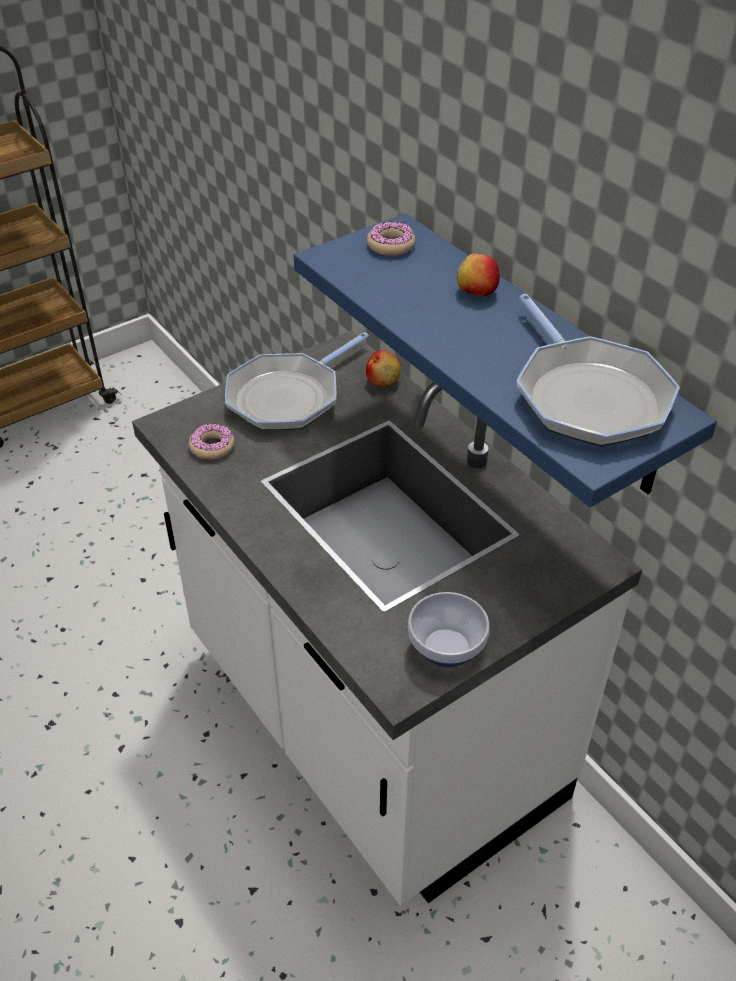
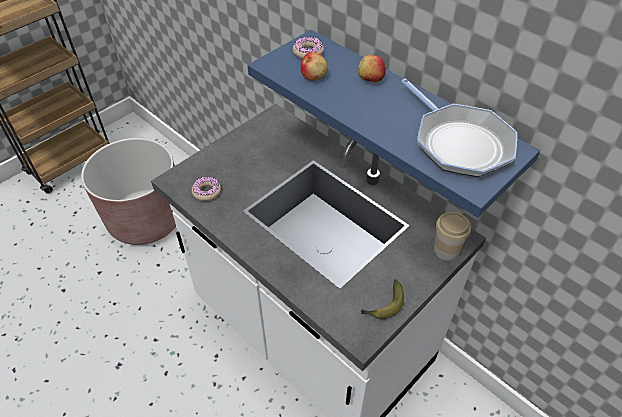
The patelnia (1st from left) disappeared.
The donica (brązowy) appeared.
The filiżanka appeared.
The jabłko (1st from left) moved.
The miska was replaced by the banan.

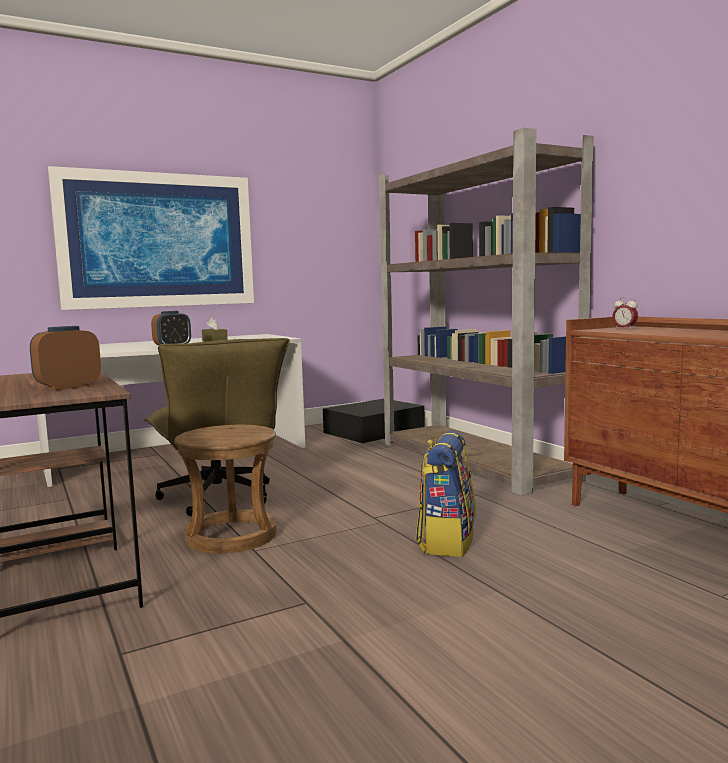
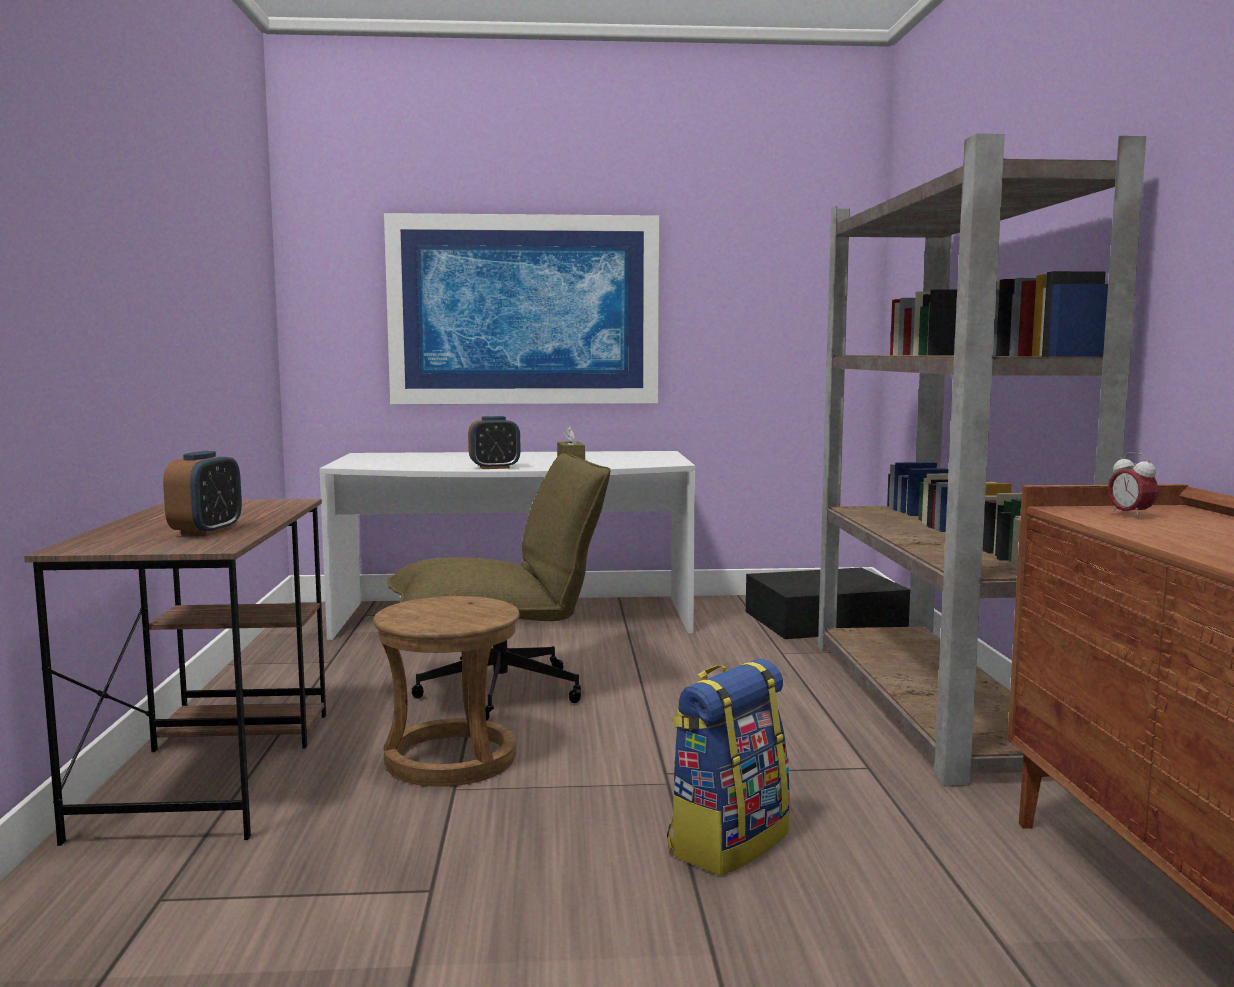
The budzik (1st from left) turned 120 degrees clockwise.
The krzesło biurowe (beżowy) turned 105 degrees counterclockwise.

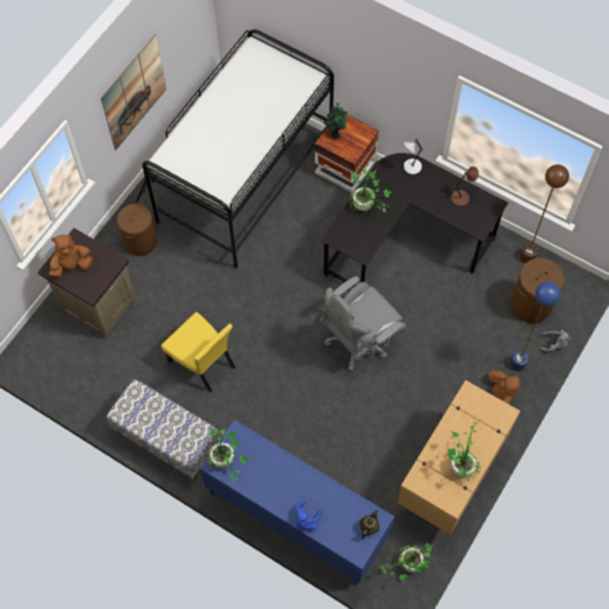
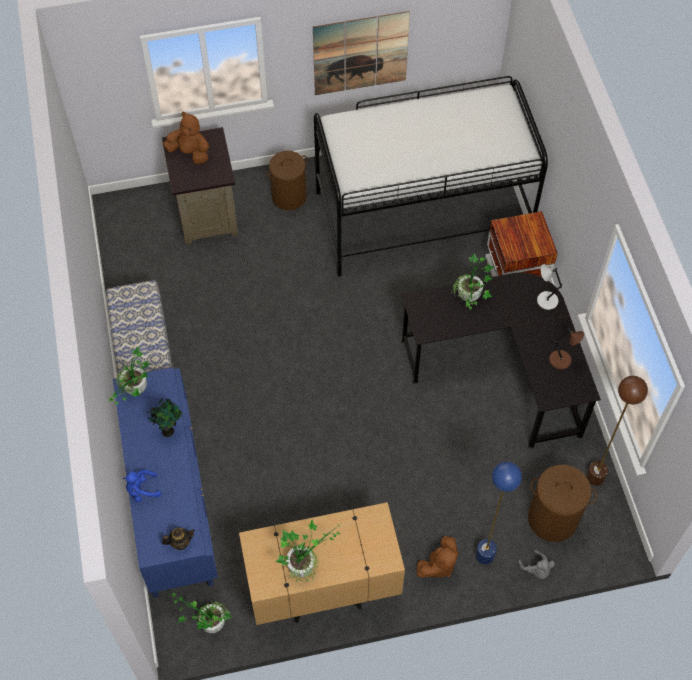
The krzesło (żółty) disappeared.
The krzesło biurowe (szary) disappeared.
The roślina doniczkowa (2nd from left) moved.

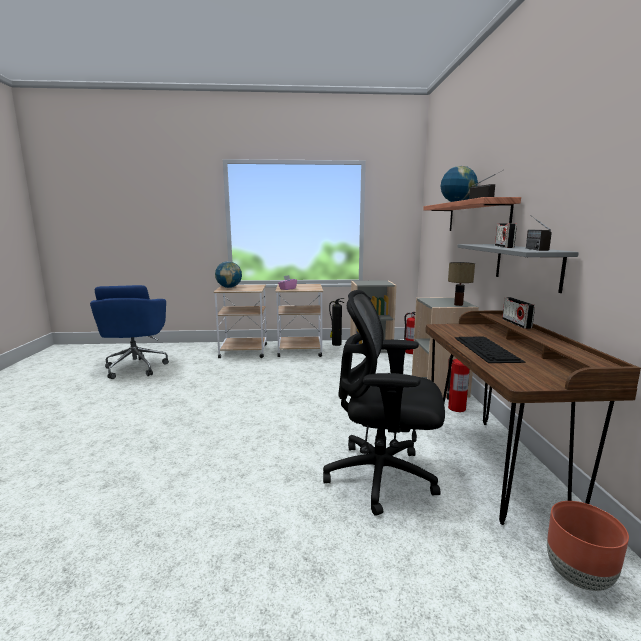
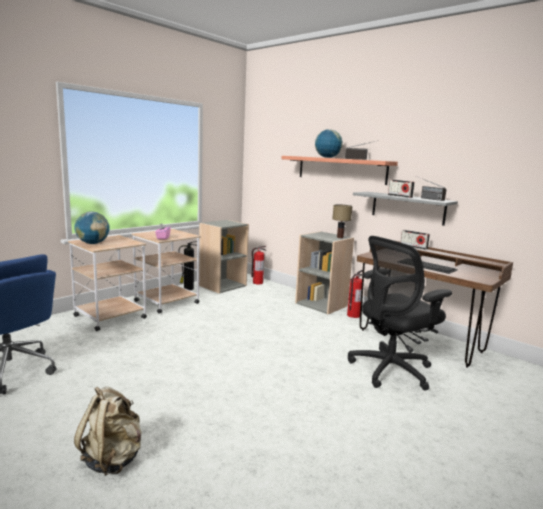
The donica (brązowy) disappeared.
The plecak (beżowy) appeared.

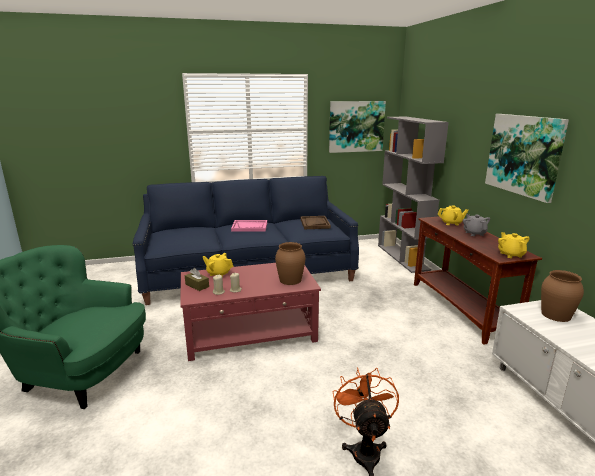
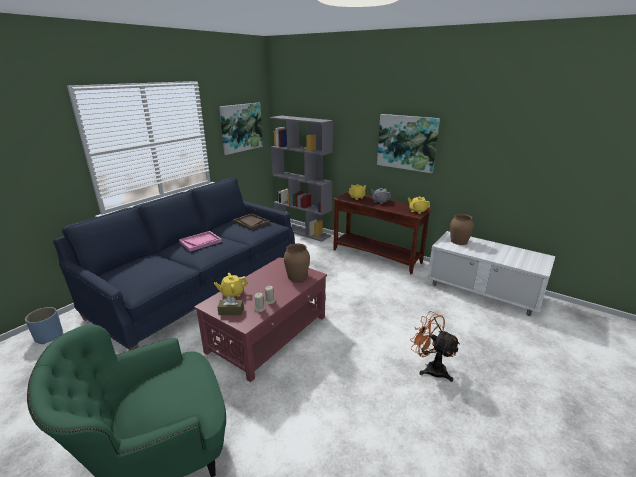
The donica (niebieski) appeared.

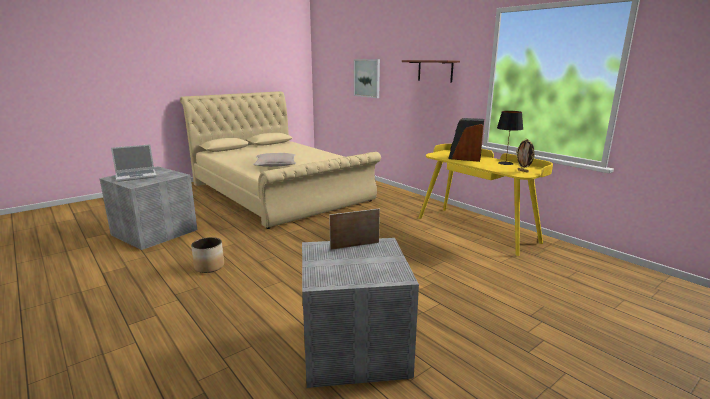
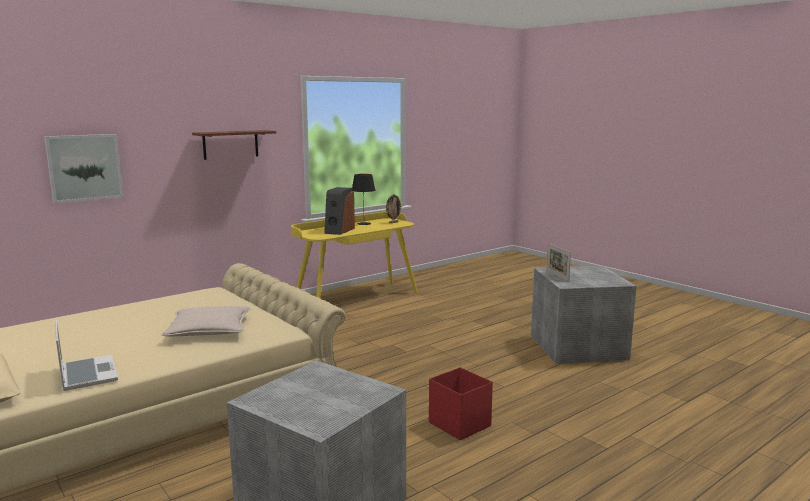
The laptop moved.
The donica was replaced by the pojemnik do przechowywania (czerwony).

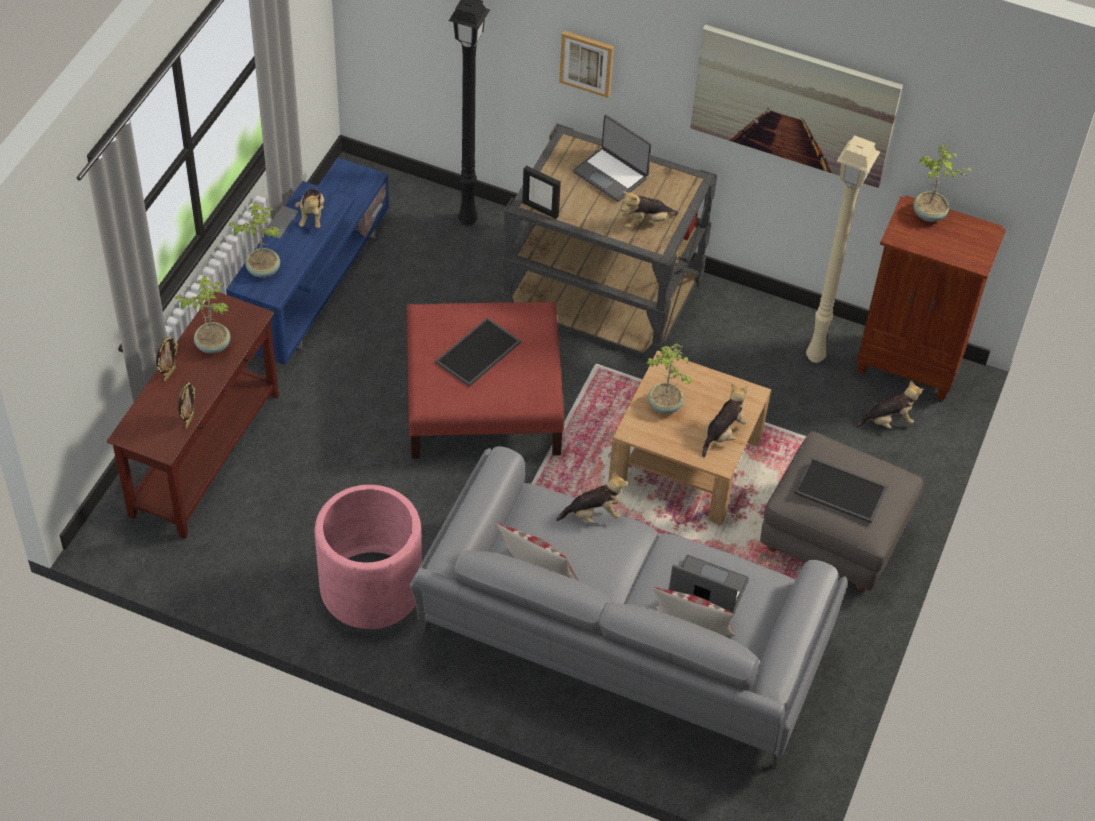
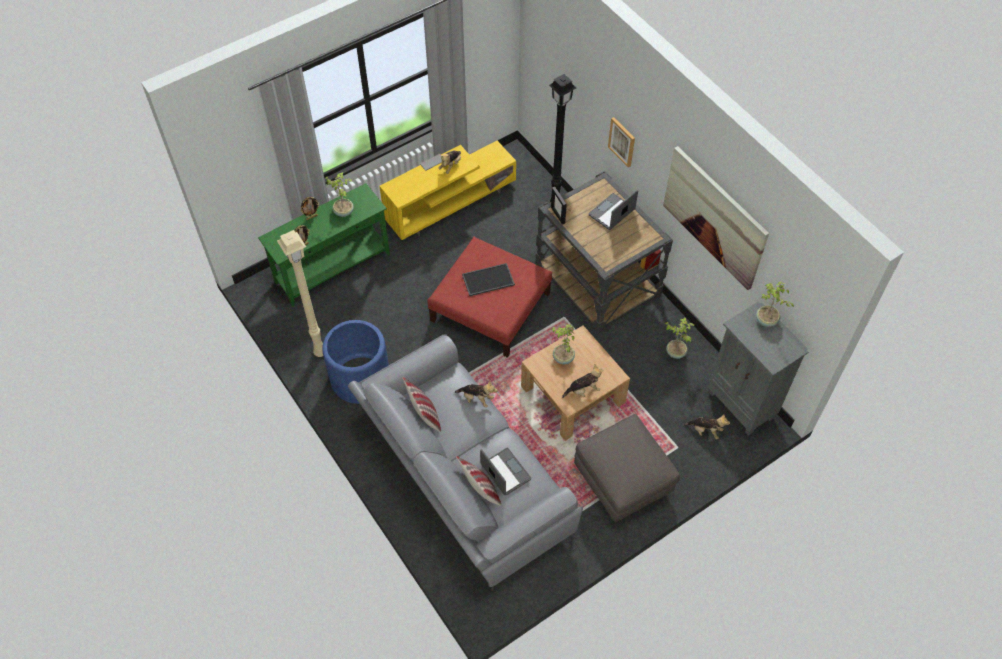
The pluszak (3rd from left) disappeared.
The taca (2nd from left) disappeared.
The roślina doniczkowa (2nd from left in the first image) moved.
The lampa stojąca (beżowy) moved.
The stolik konsolowy (brązowy) became the stolik konsolowy (zielony).
The szafka pod telewizor (niebieski) became the szafka pod telewizor (żółty).
The donica (różowy) became the donica (niebieski).
The szafka (brązowy) became the szafka (szary).
The laptop (1st from left in the first image) turned 60 degrees clockwise.

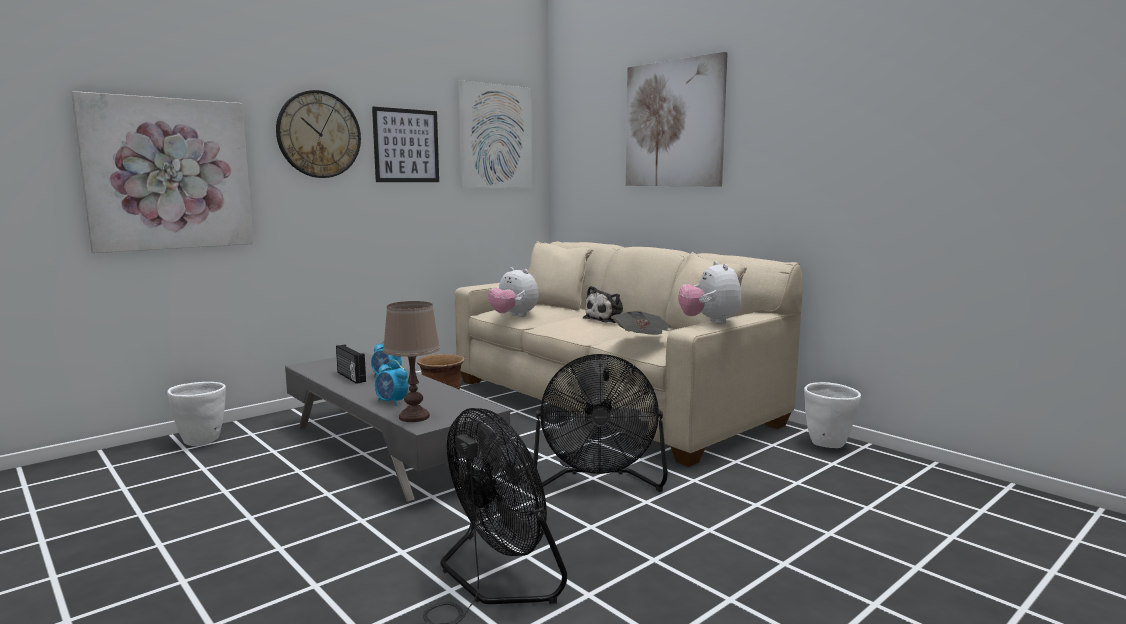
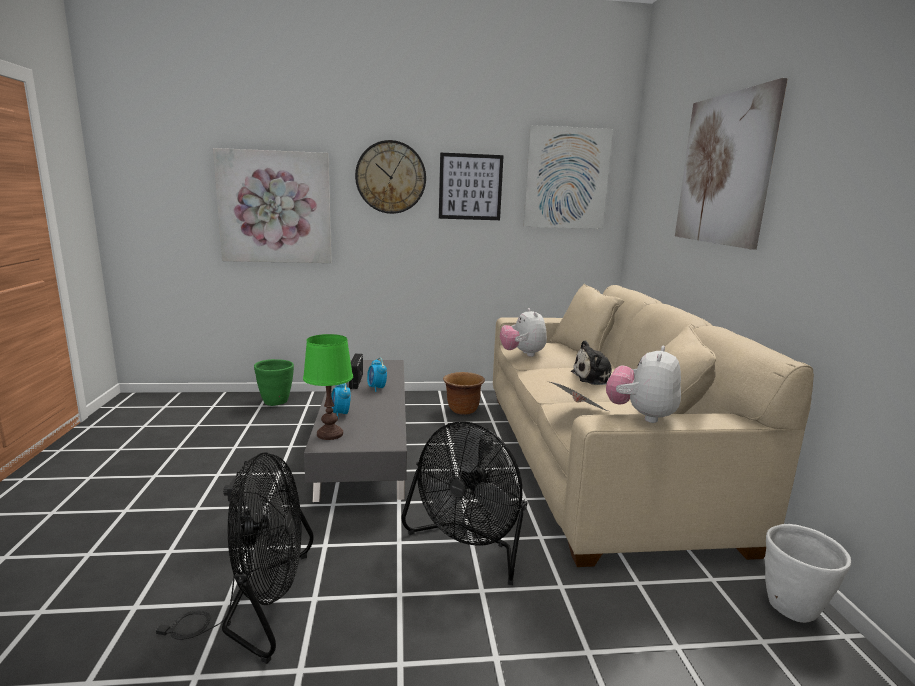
The donica (biały) (1st from left) became the donica (zielony).
The lampa stołowa (brązowy) became the lampa stołowa (zielony).

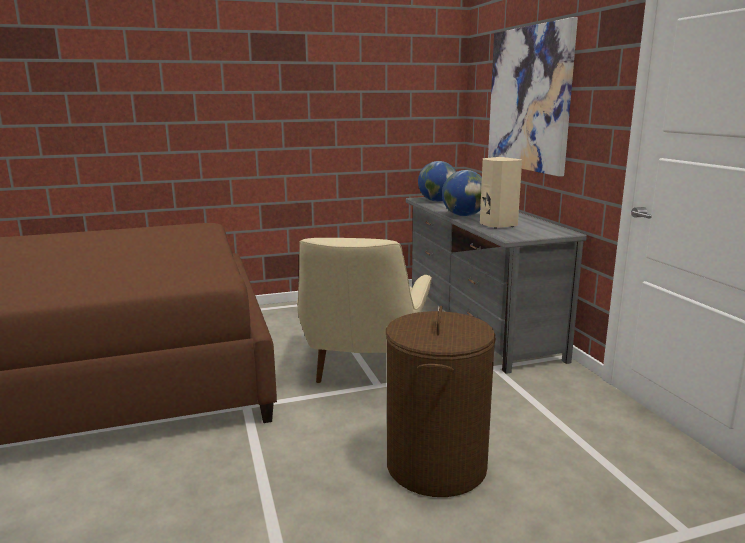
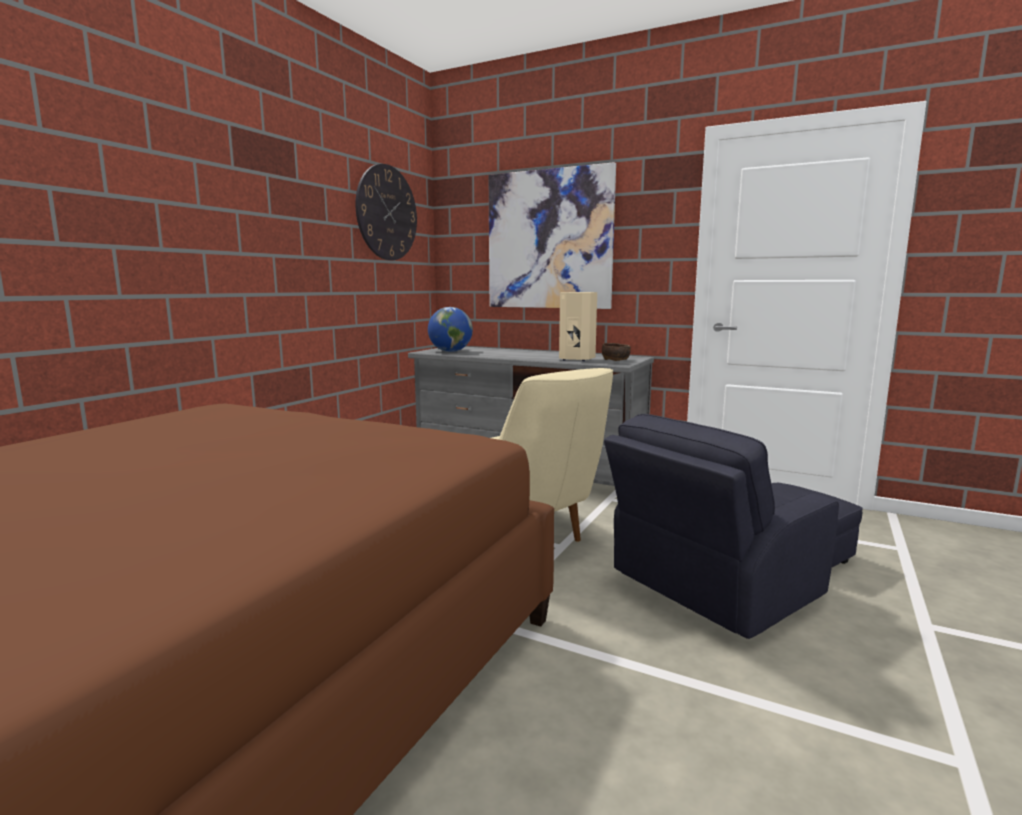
The globus (2nd from left) disappeared.
The zegar ścienny appeared.
The miska (brązowy) appeared.
The kosz na pranie (brązowy) was replaced by the fotel (czarny).

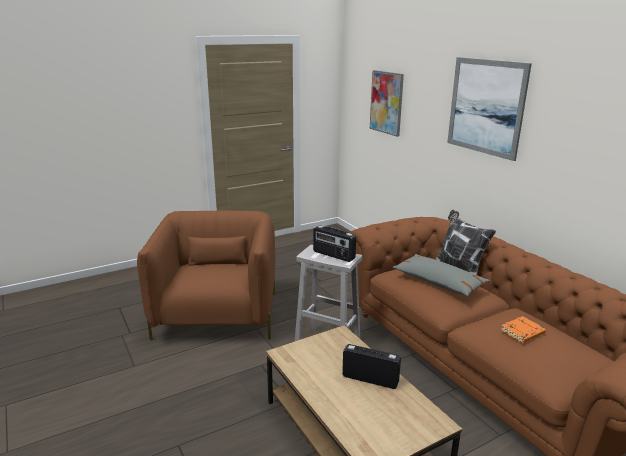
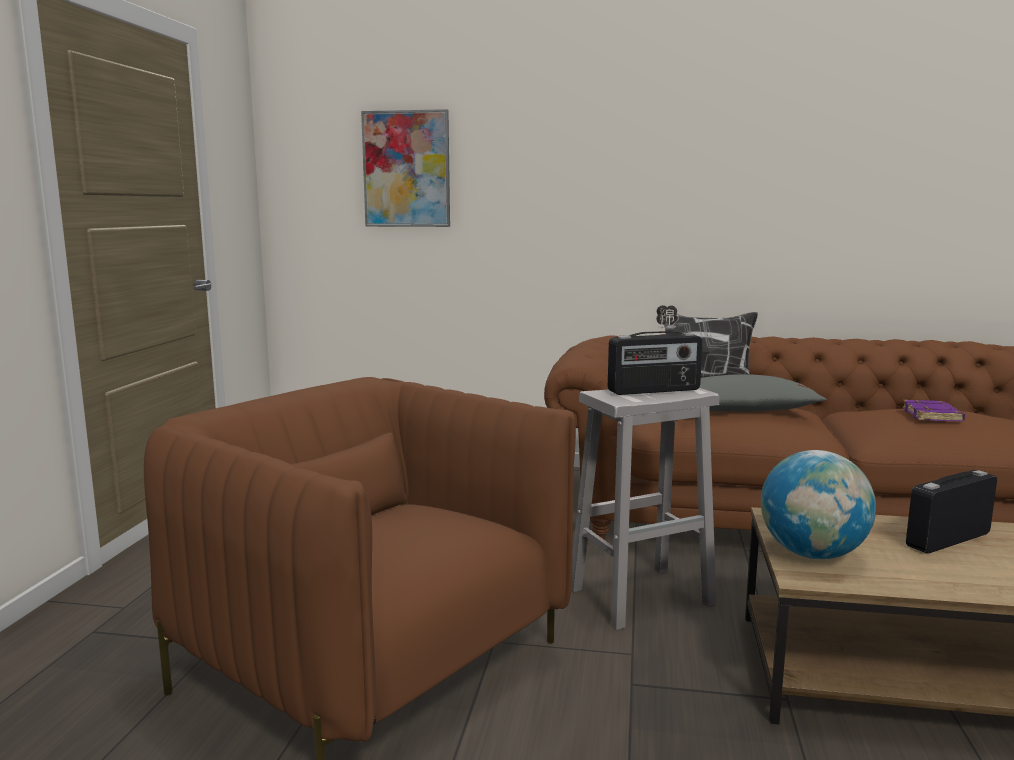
The obraz (2nd from left) disappeared.
The globus appeared.
The książka (pomarańczowy) became the książka (fioletowy).

